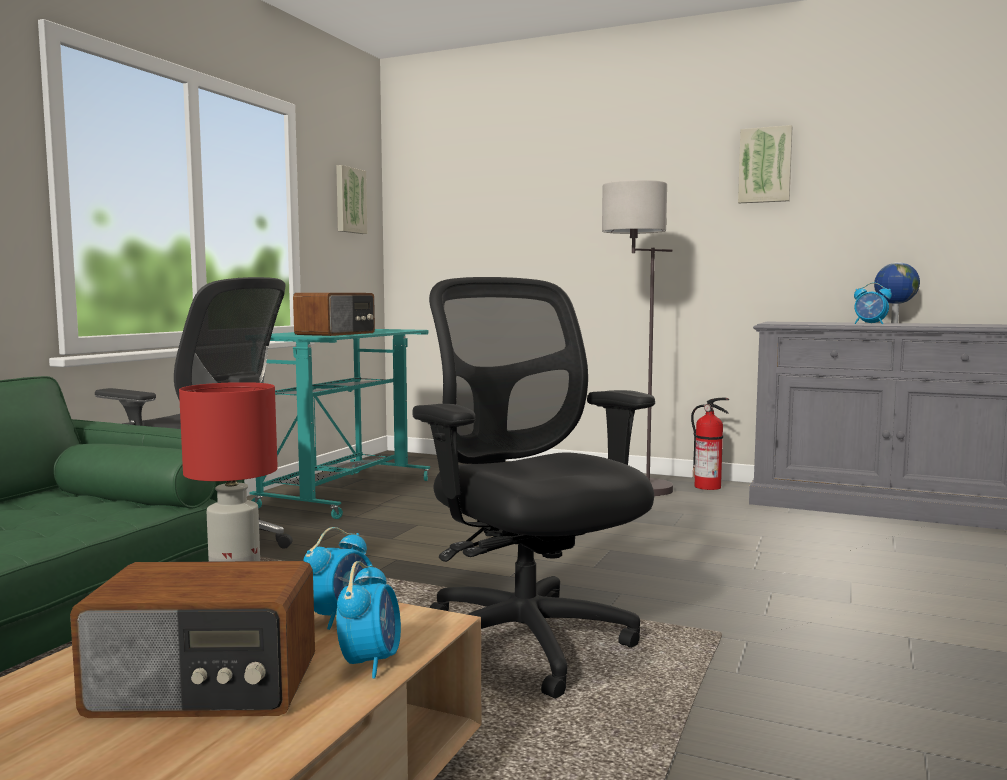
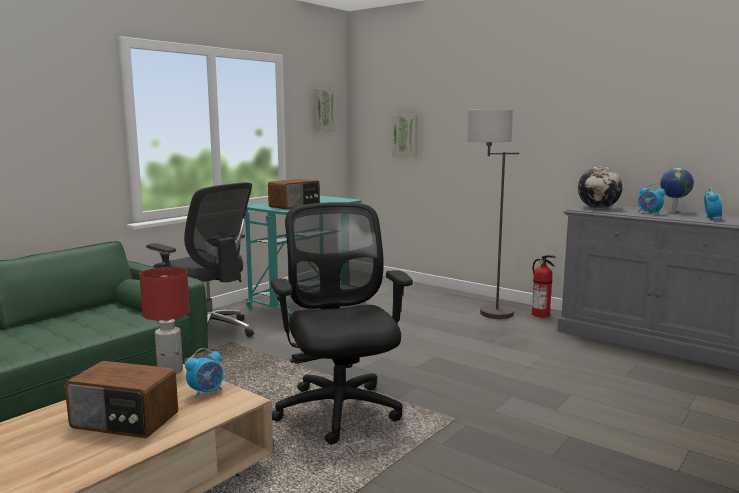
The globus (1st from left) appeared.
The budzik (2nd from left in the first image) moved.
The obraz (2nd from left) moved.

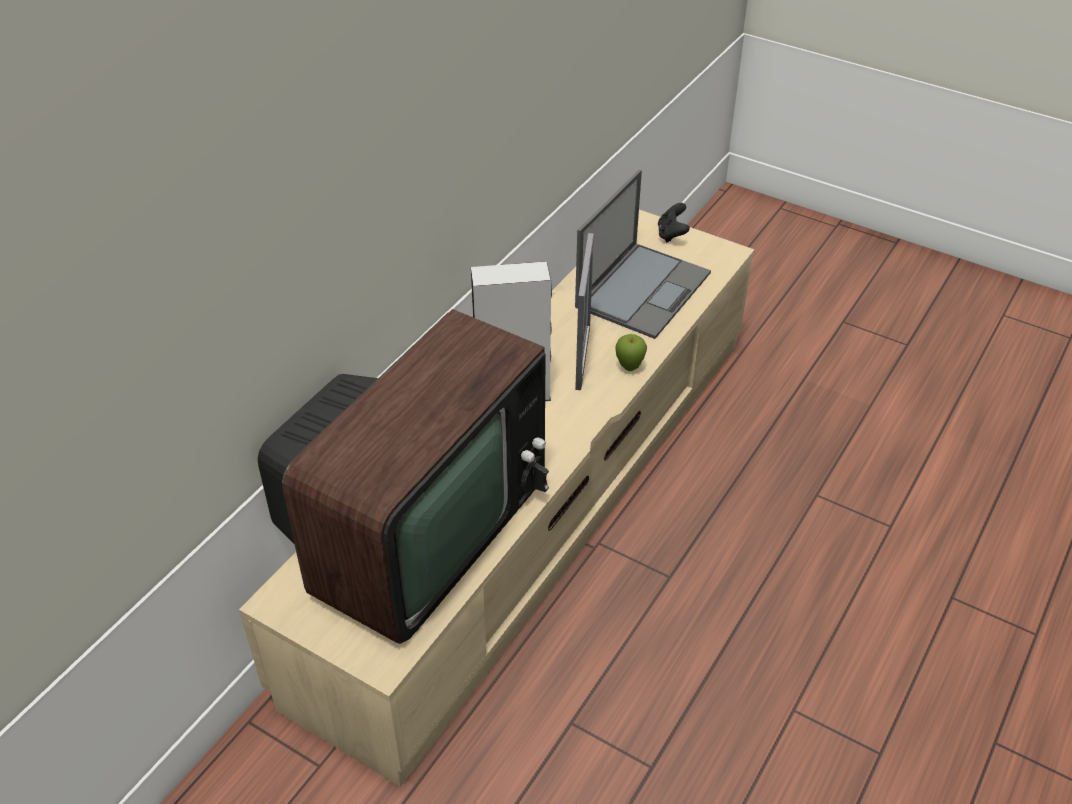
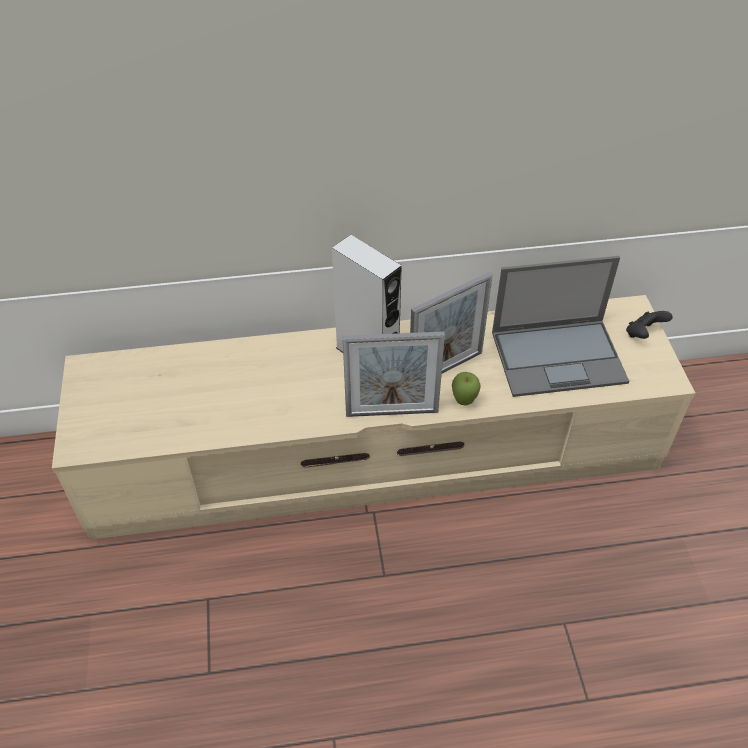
The telewizor disappeared.
The ramka na zdjęcie (1st from left) appeared.

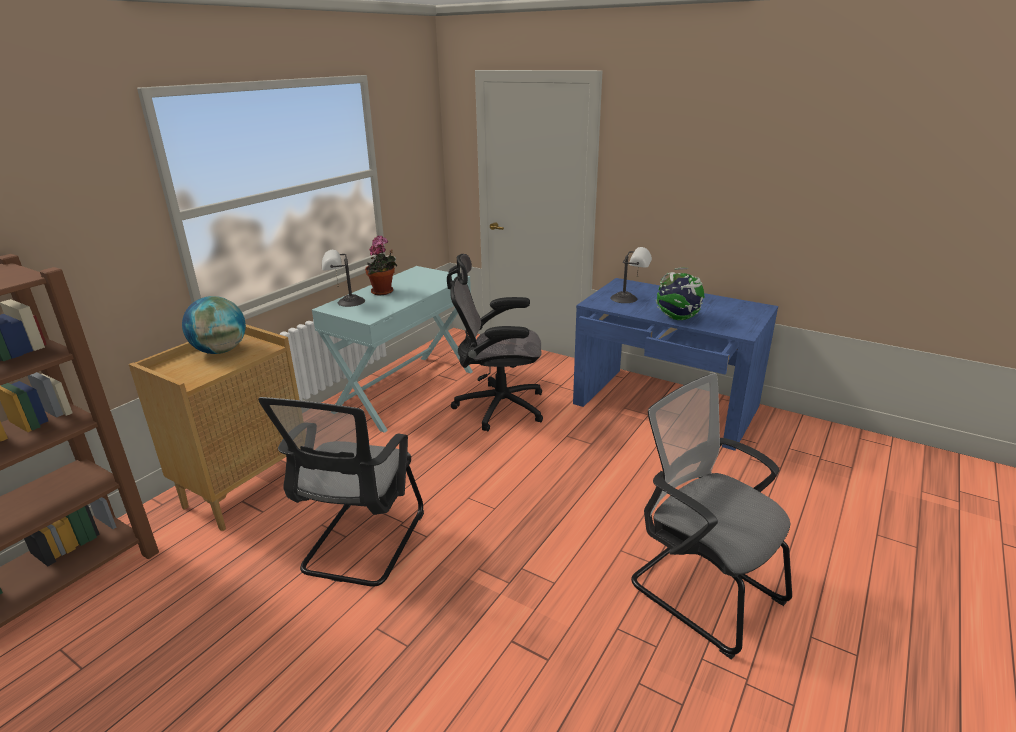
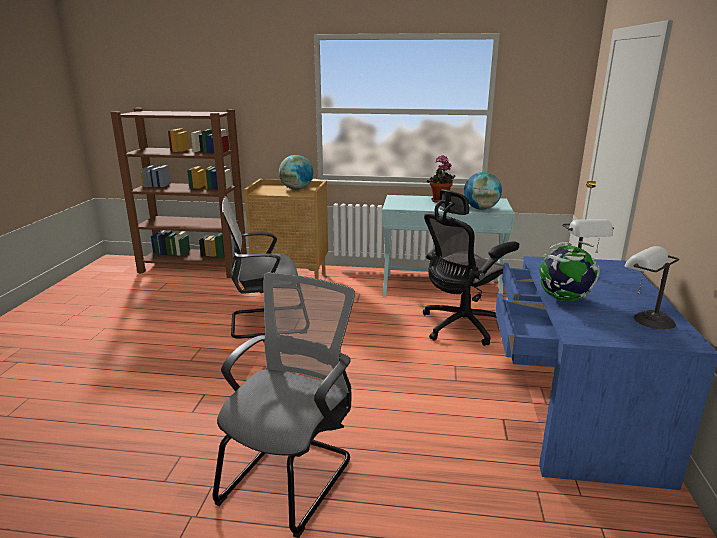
The globus (2nd from left) appeared.
The lampa stołowa (1st from left in the first image) moved.
The krzesło biurowe turned 105 degrees counterclockwise.

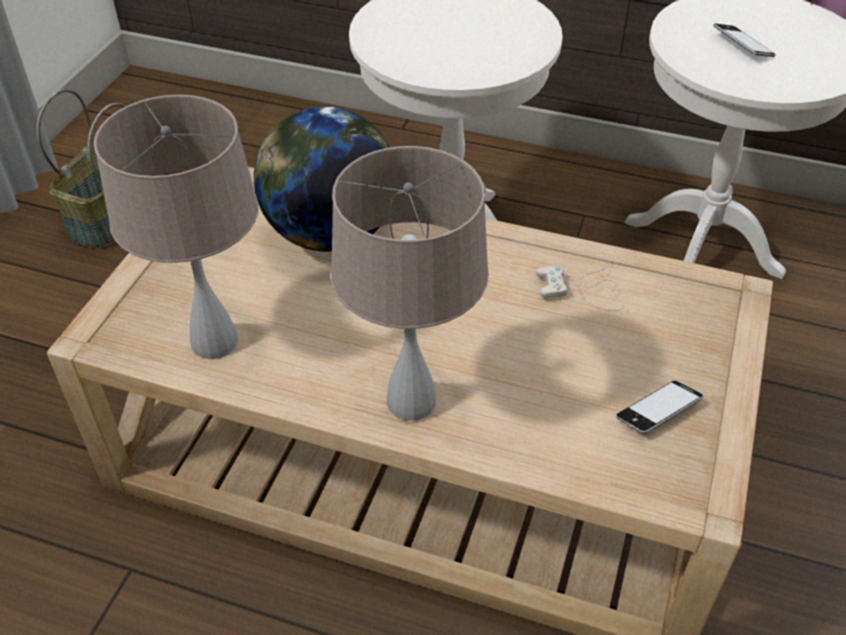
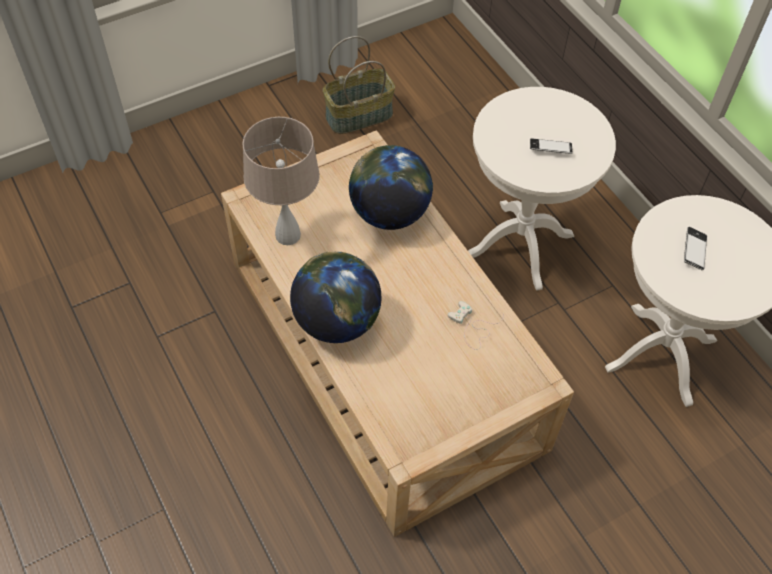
The telefon (1st from left) moved.
The lampa stołowa (beżowy) (2nd from left) was replaced by the globus (1st from left).

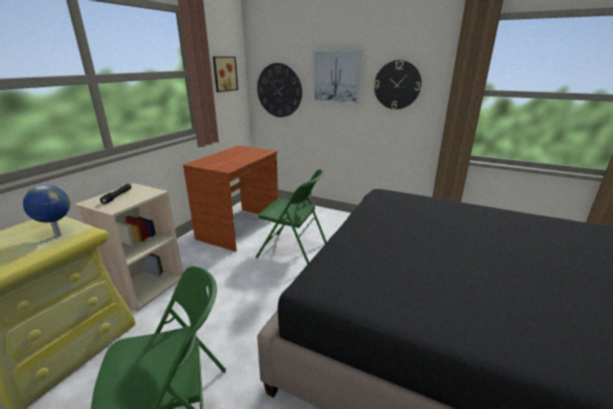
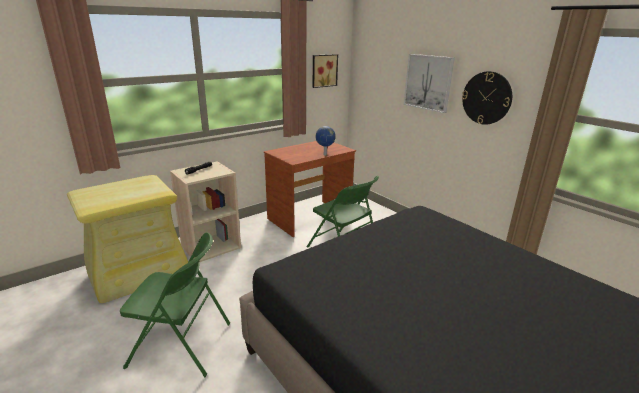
The zegar ścienny (1st from left) disappeared.
The globus moved.

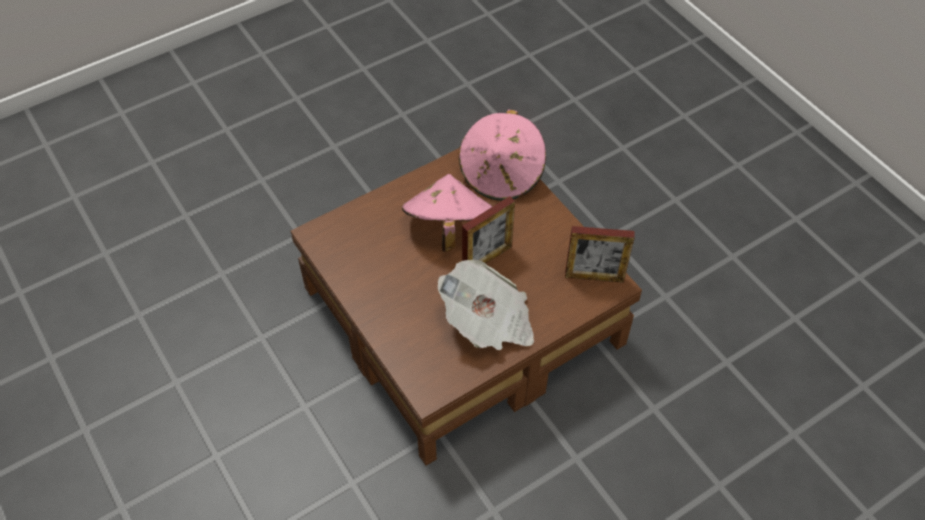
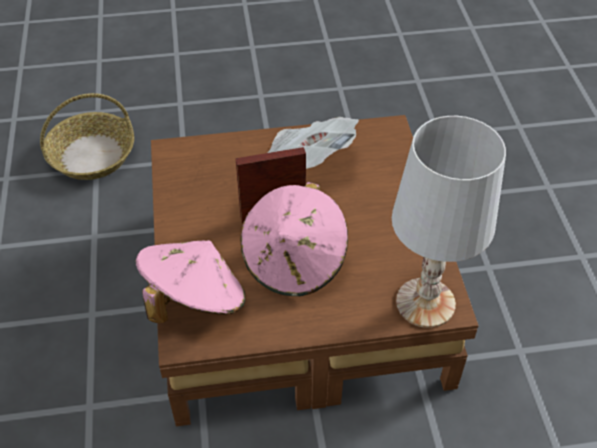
The ramka na zdjęcie (2nd from left) disappeared.
The koszyk appeared.
The lampa stołowa (biały) appeared.

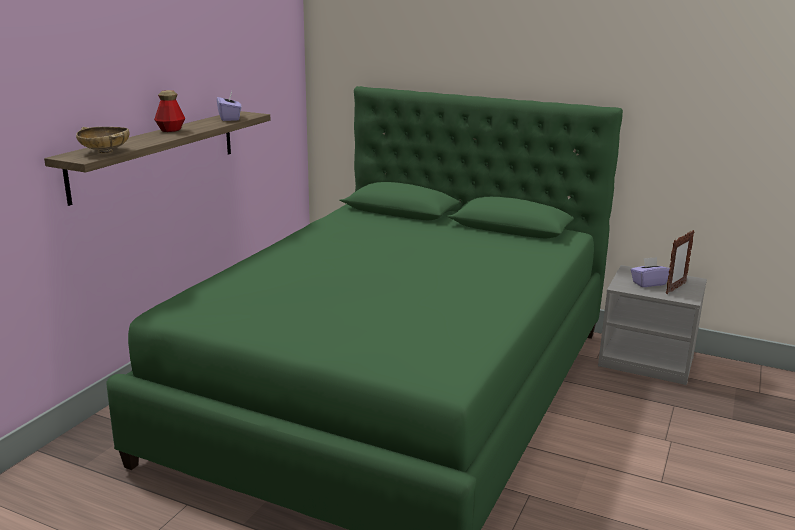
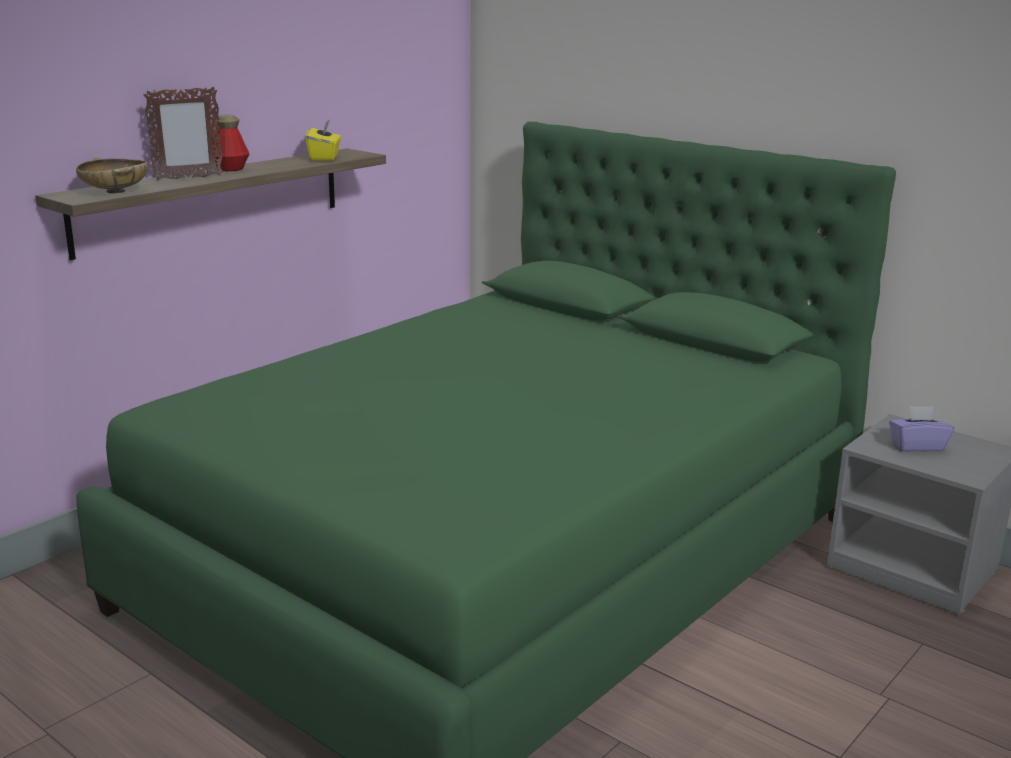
The ramka na zdjęcie moved.
The pudełko chusteczek (fioletowy) (1st from left) became the pudełko chusteczek (żółty).

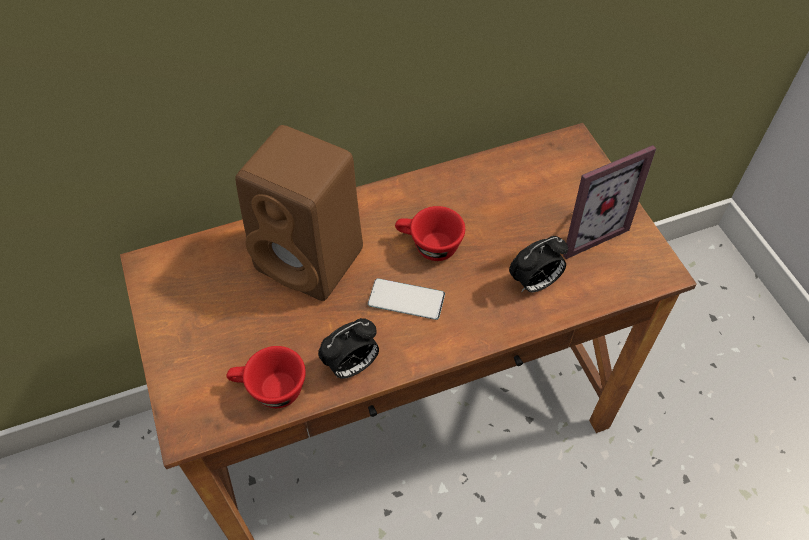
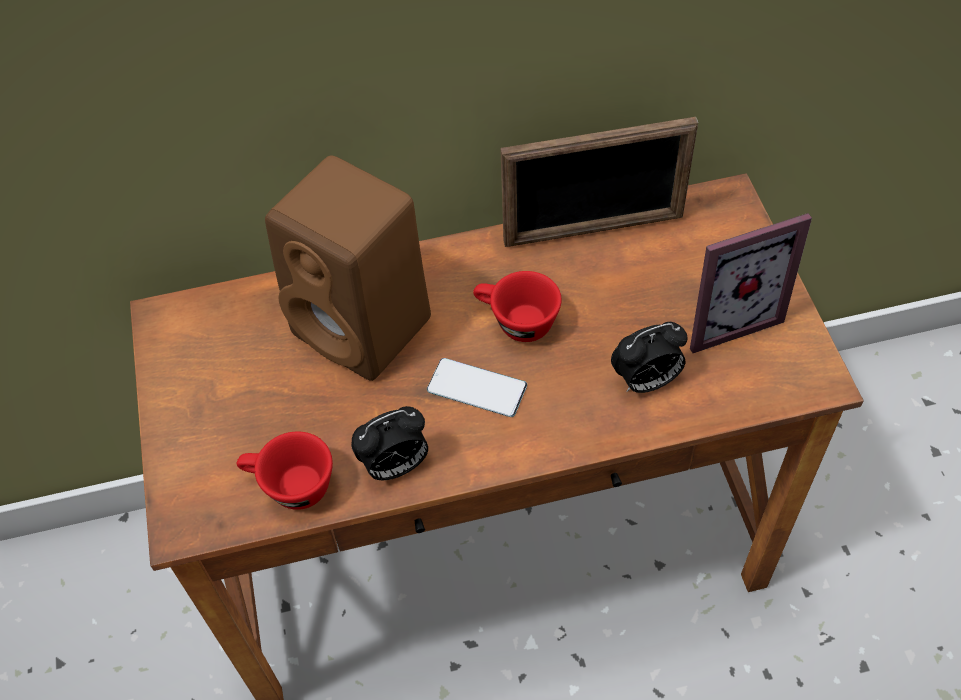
The ramka na zdjęcie (1st from left) appeared.

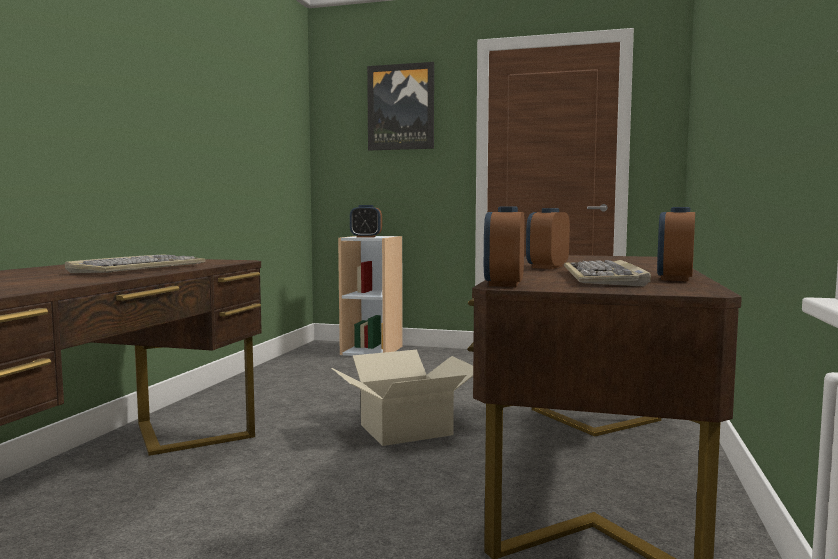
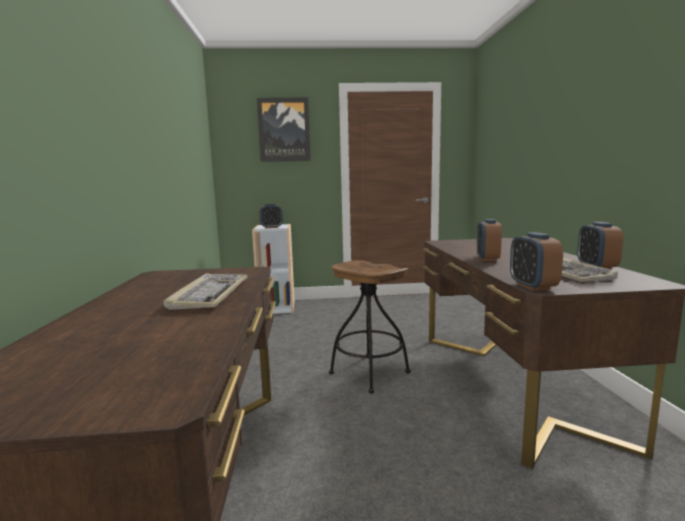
The karton was replaced by the stołek (brązowy).

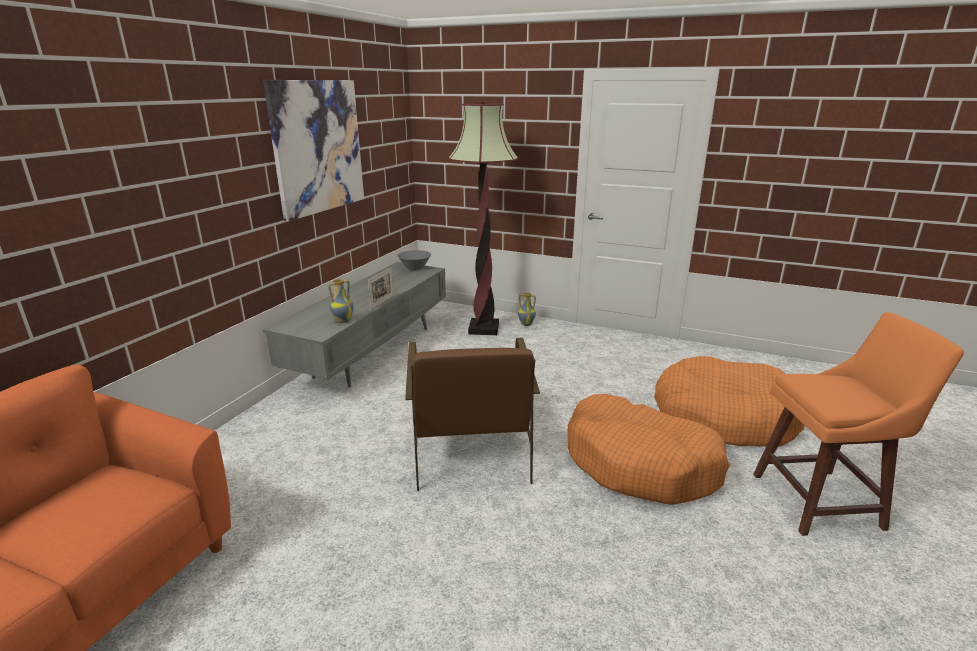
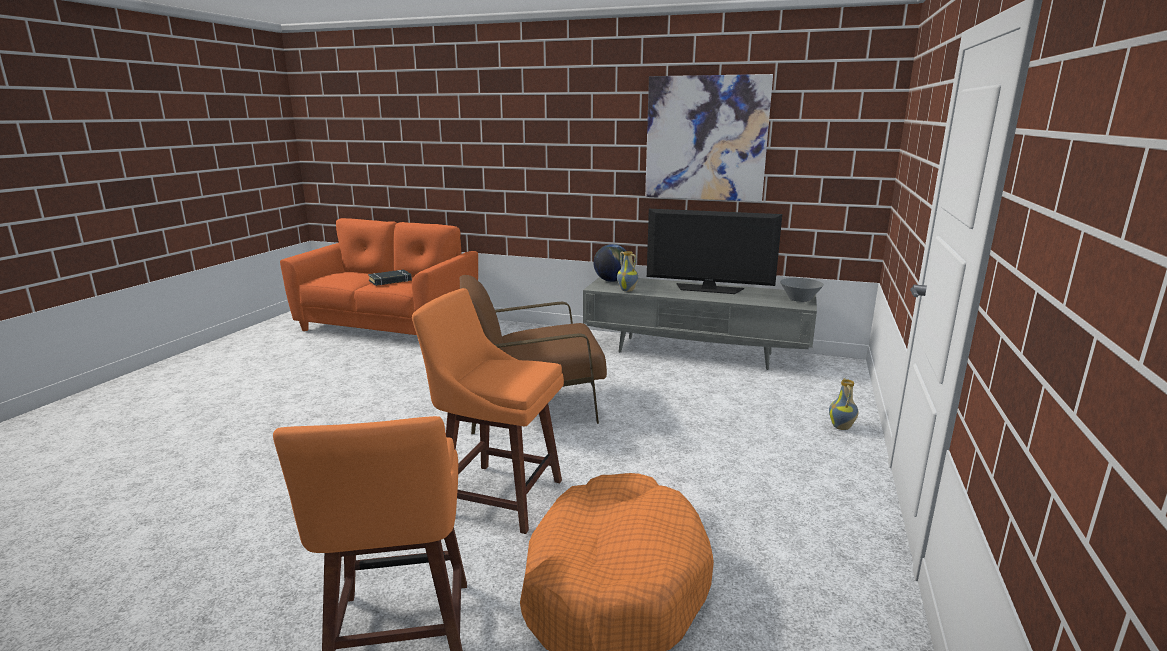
The ramka na zdjęcie disappeared.
The lampa stojąca disappeared.
The książka (czarny) appeared.
The globus appeared.
The telewizor appeared.
The legowisko (pomarańczowy) (1st from left) was replaced by the stołek (pomarańczowy) (2nd from left).

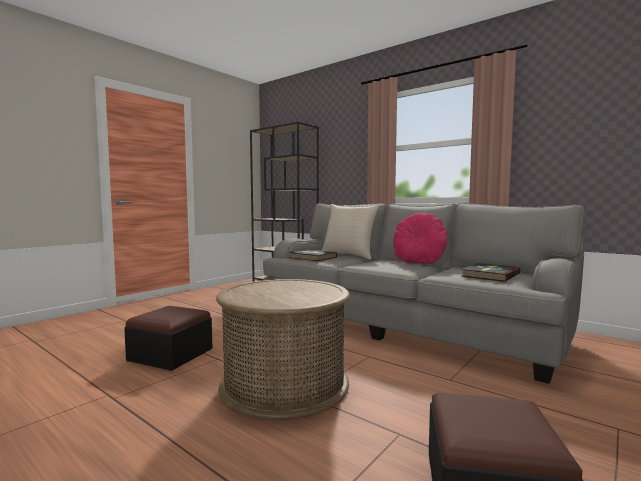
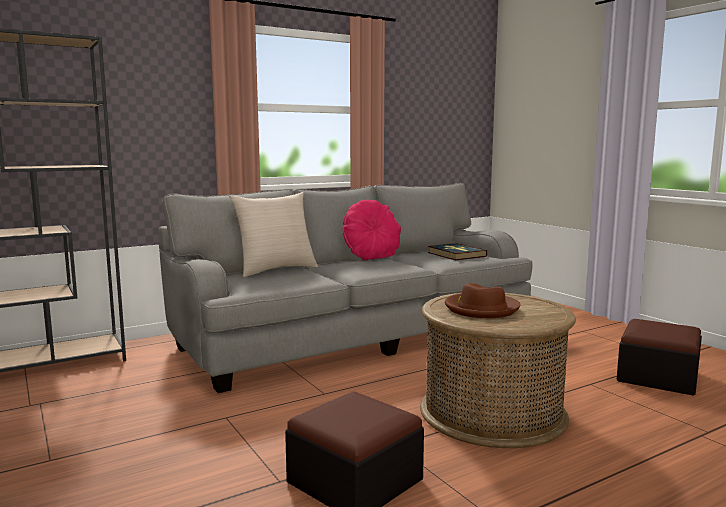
The książka (1st from left) disappeared.
The kapelusz (brązowy) appeared.

